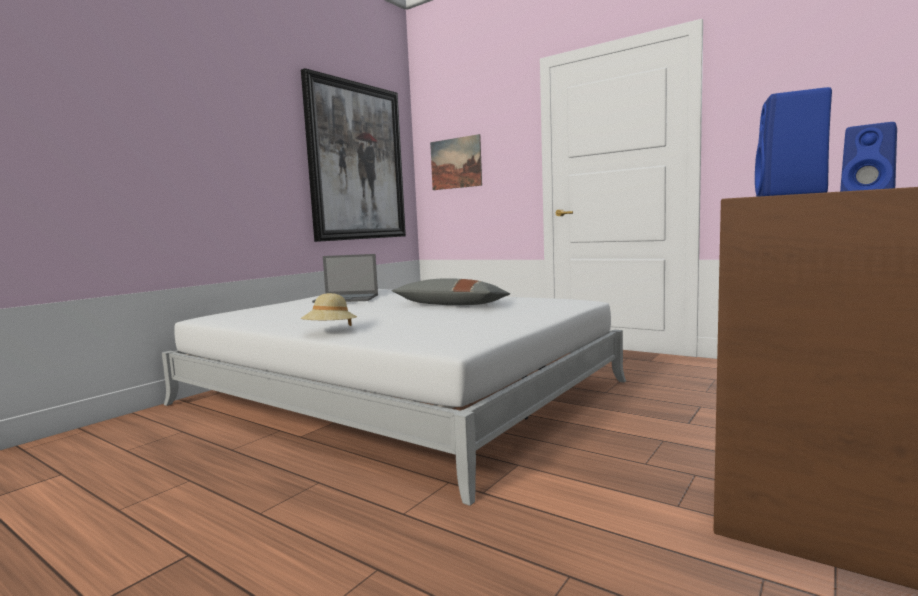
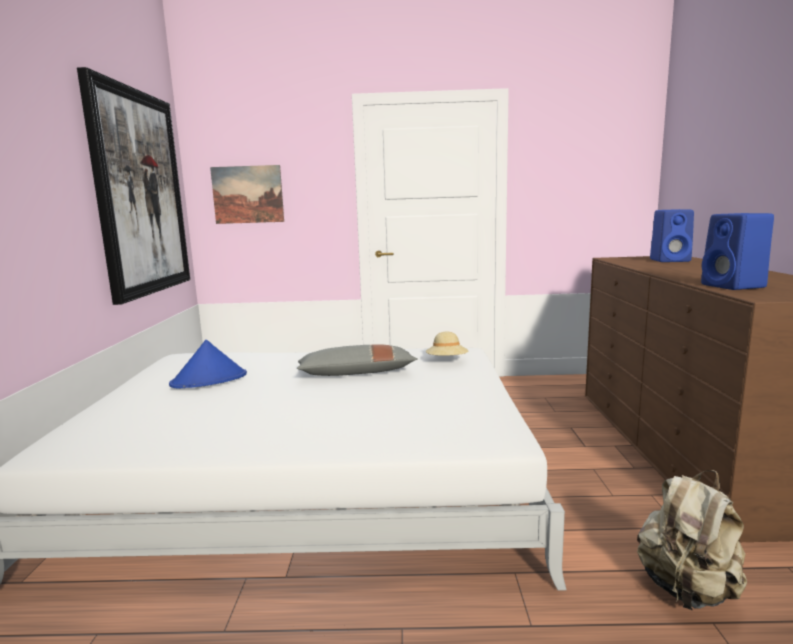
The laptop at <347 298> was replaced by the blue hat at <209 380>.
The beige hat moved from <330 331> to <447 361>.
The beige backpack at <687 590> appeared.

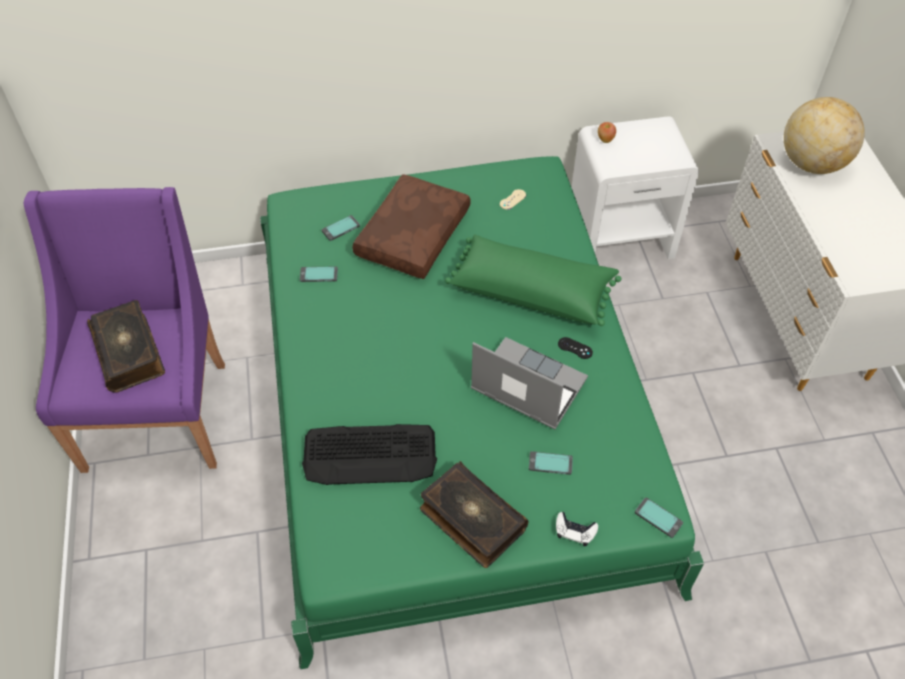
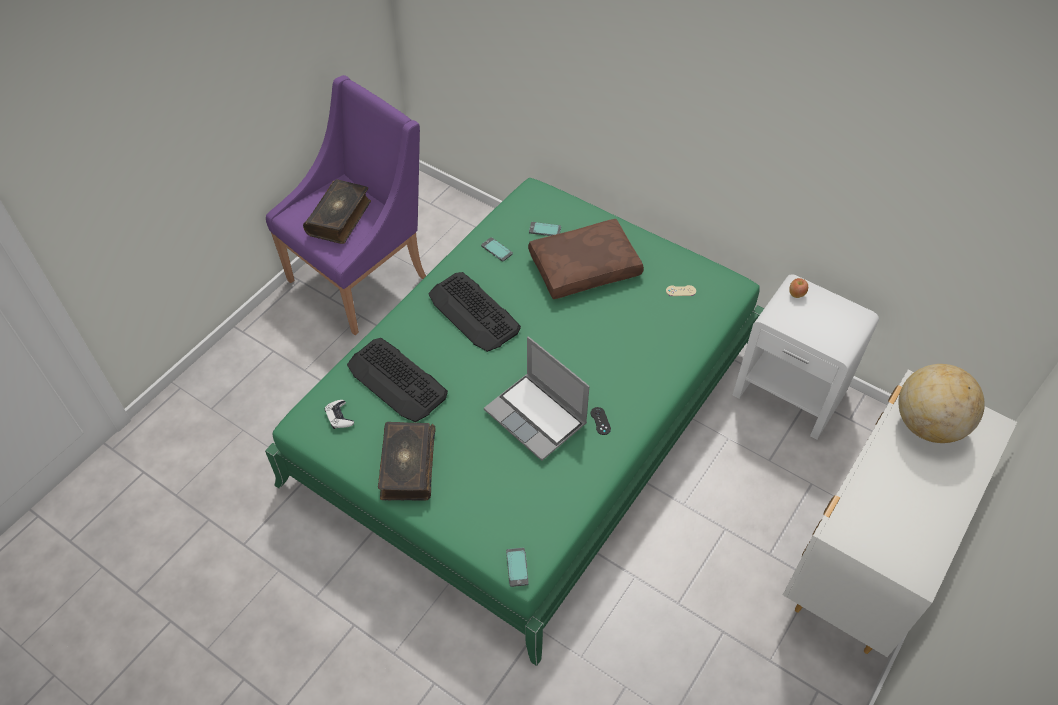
The white game controller moved from <575 531> to <339 417>.
The keyboard at <474 312> appeared.
The laptop at <526 385> turned 150 degrees clockwise.
The green pillow at <532 291> disappeared.
The phone at <550 464> disappeared.

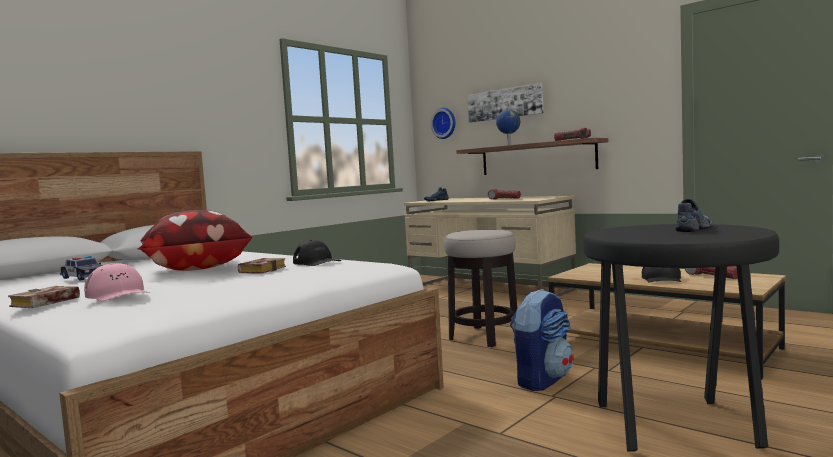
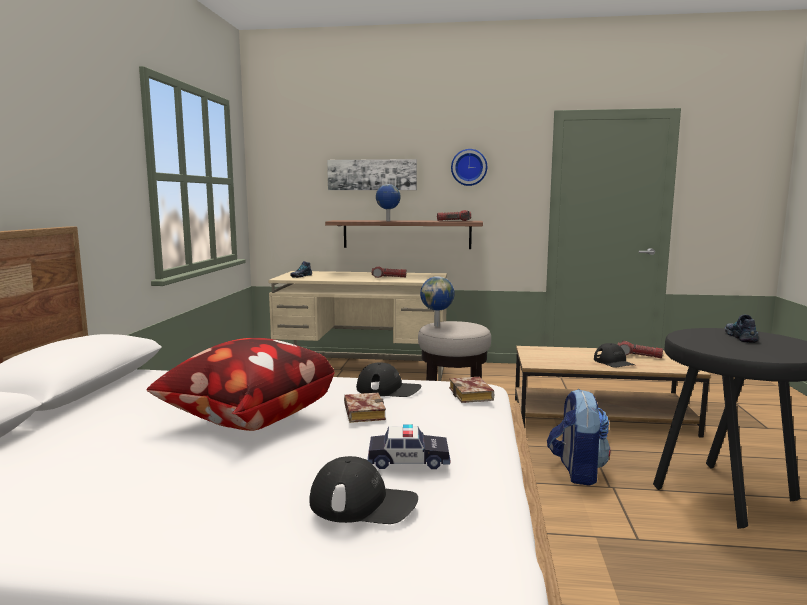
The pink cap at <118 294> became the black cap at <363 503>.
The toy car moved from <84 277> to <408 460>.
The globe at <437 325> appeared.
The book moved from <44 303> to <473 395>.
The wall clock moved from <444 123> to <469 167>.

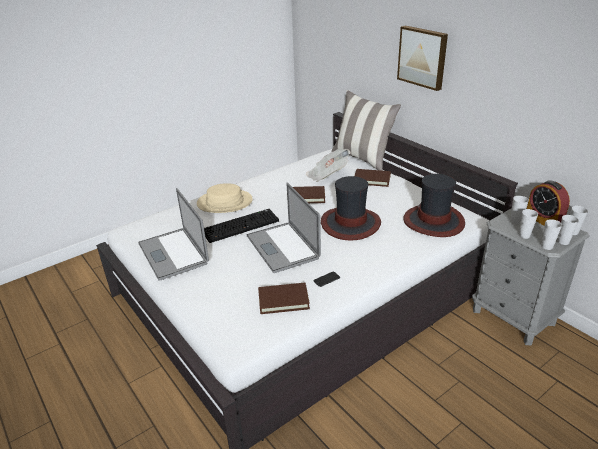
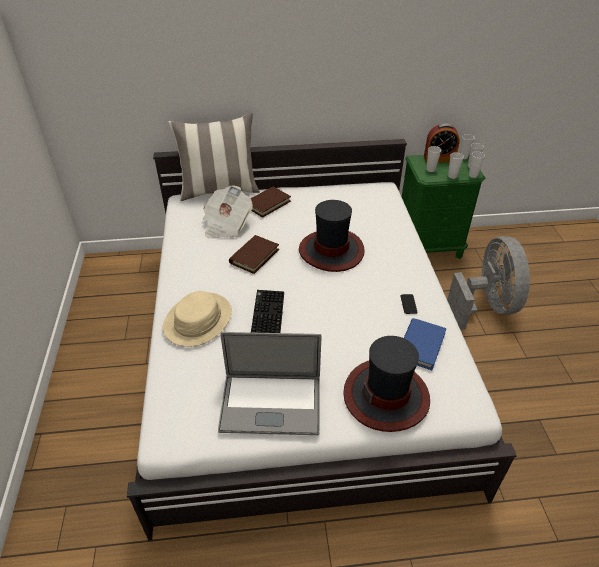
The hat moved from <434 221> to <386 395>.
The grey nightstand at <513 317> became the green nightstand at <429 247>.
The brown book at <283 300> became the blue book at <421 345>.
The grey fan at <486 306> appeared.
The laptop at <282 247> disappeared.
The picture at <423 57> disappeared.

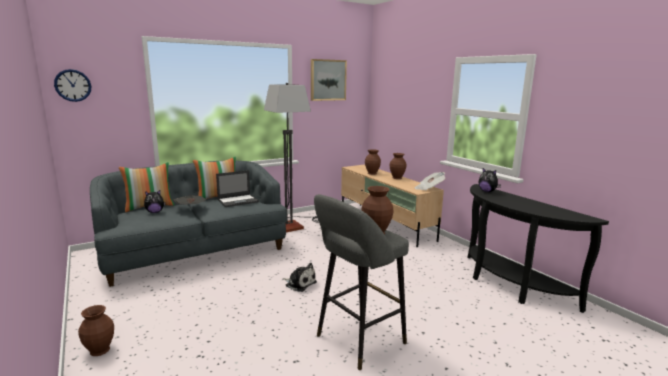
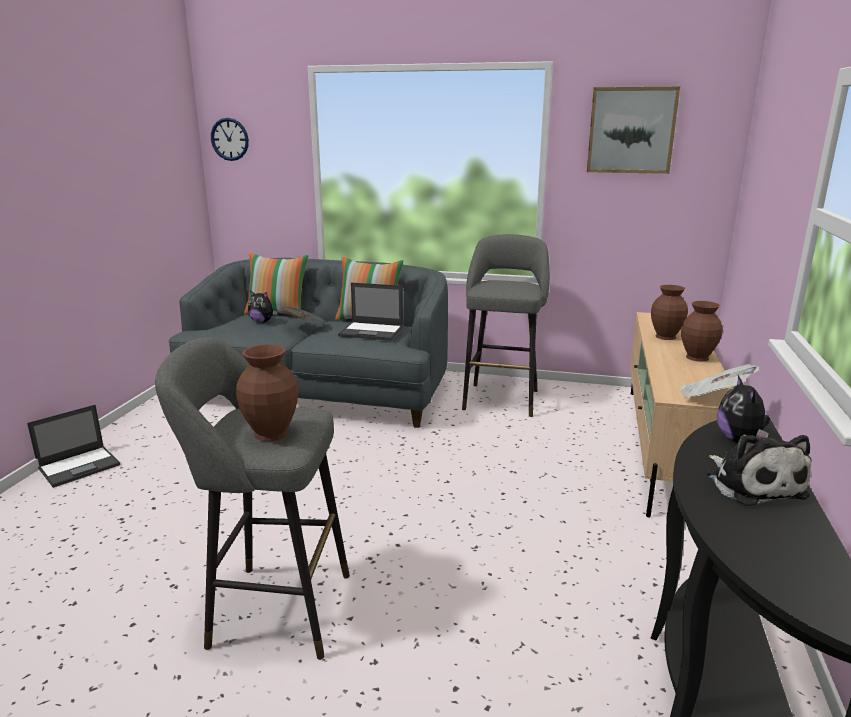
The brown vase at <99 350> was replaced by the laptop at <80 466>.
The floor lamp at <295 225> was replaced by the grey stool at <501 398>.
The plush toy moved from <299 283> to <752 484>.

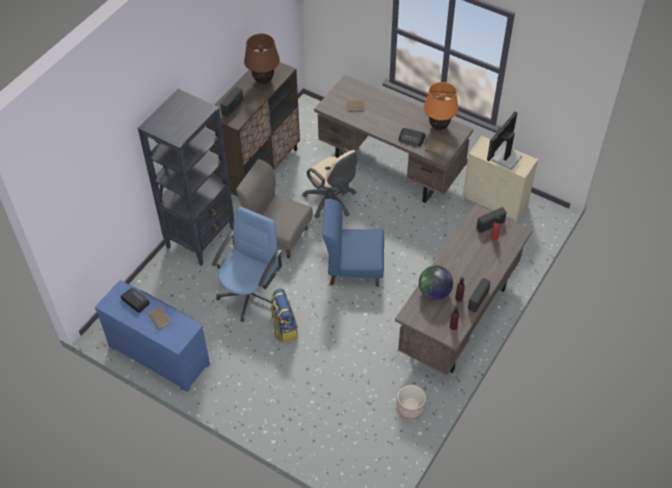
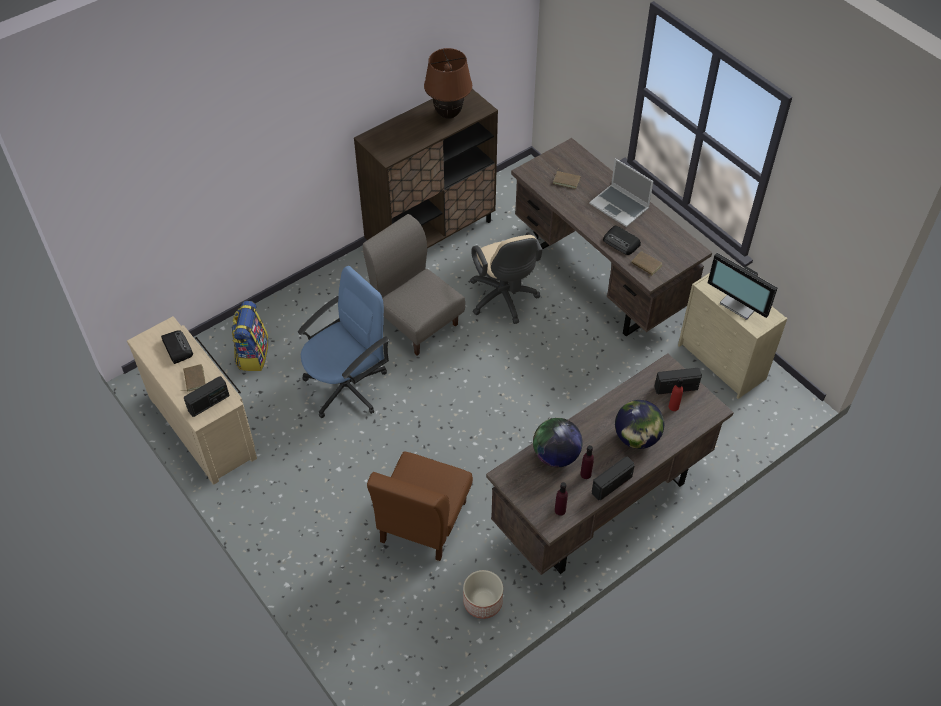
The blue dresser at <160 353> became the beige dresser at <205 425>.
The radio moved from <233 107> to <209 403>.
The backpack moved from <284 328> to <252 354>.
The brown chair at <422 522> appeared.
The laptop at <620 206> appeared.
The globe at <636 438> appeared.
The monitor at <505 158> turned 105 degrees counterclockwise.
The black bookcase at <201 237> disappeared.
The blue chair at <353 268> disappeared.
The orange table lamp at <438 127> disappeared.

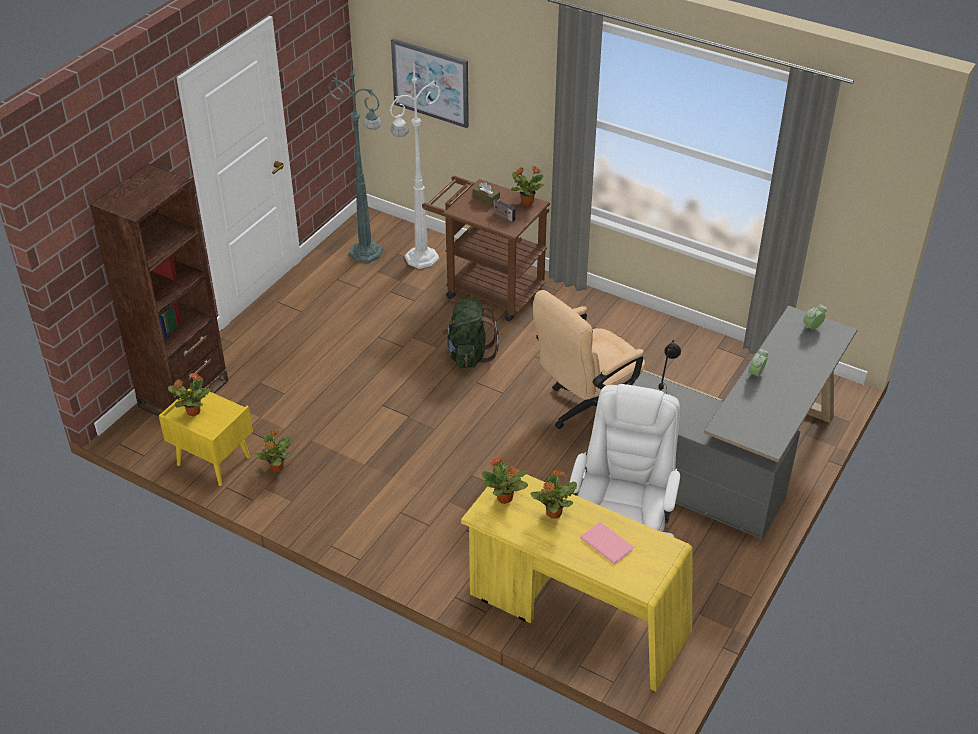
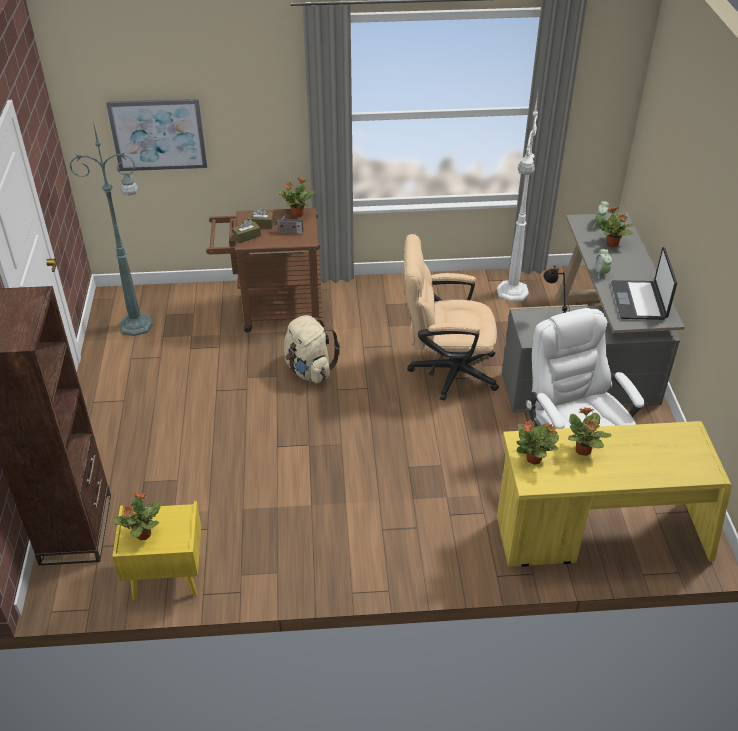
The brown tissue box at <247 236> appeared.
The green backpack at <468 354> became the beige backpack at <309 370>.
The beige office chair at <587 410> turned 75 degrees clockwise.
The white floor lamp moved from <420 258> to <512 292>.
The potted plant moved from <276 468> to <612 244>.
The laptop at <639 301> appeared.
The pink book at <606 542> disappeared.

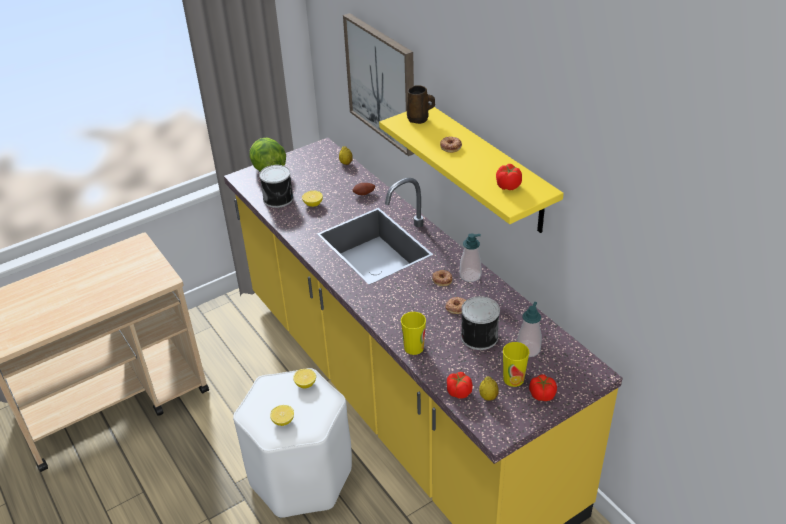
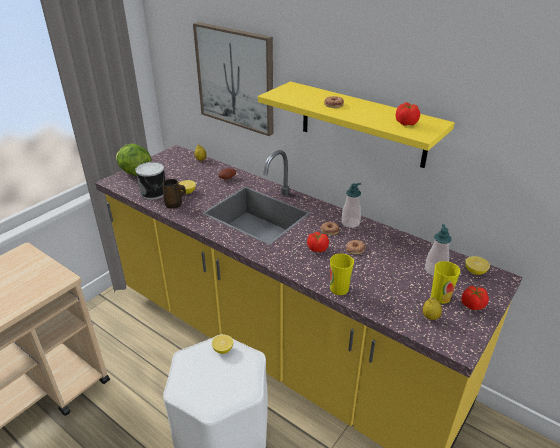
The brown mug moved from <419 119> to <174 205>.
The tomato moved from <459 392> to <317 248>.
The lemon moved from <283 421> to <475 271>.
The can at <478 336> disappeared.

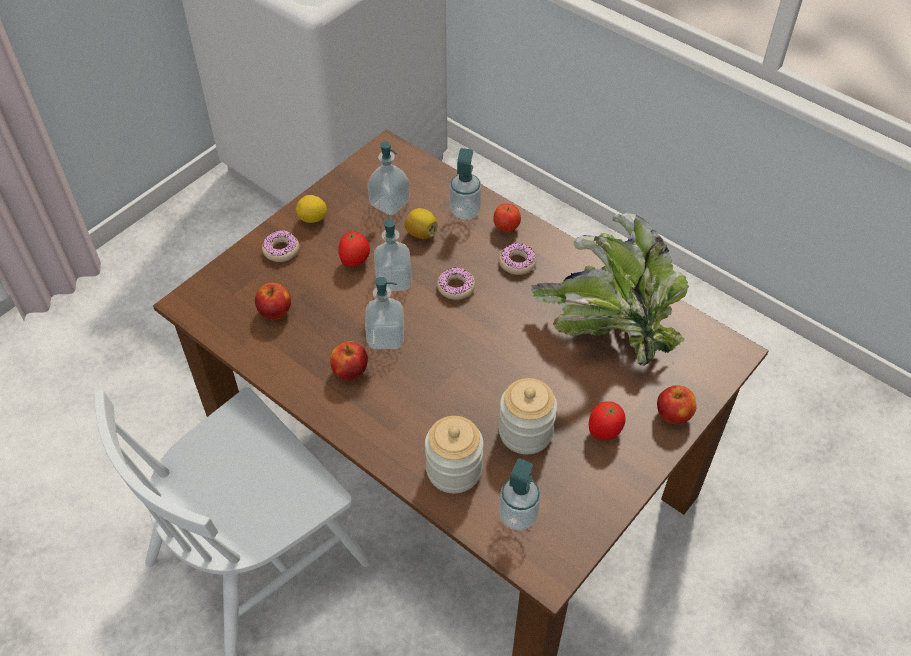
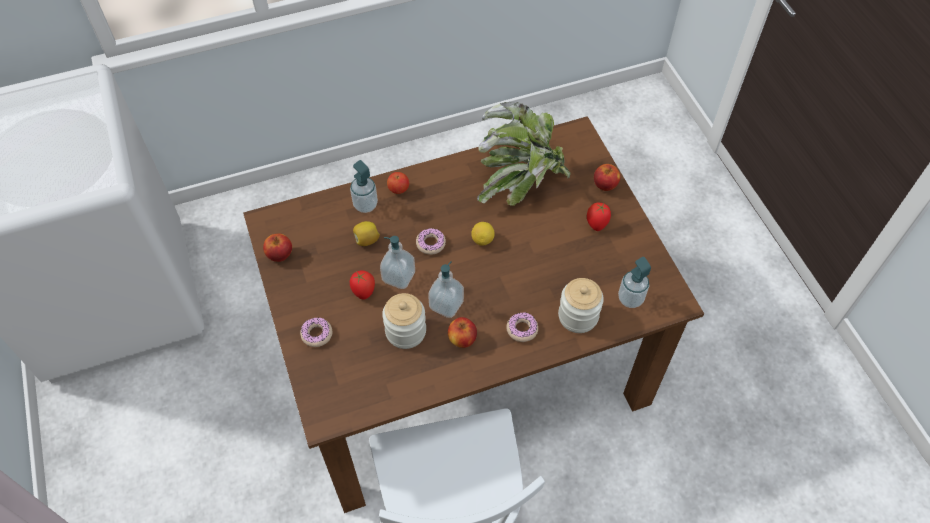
The apple moved from <275 312> to <280 255>.
The jar moved from <525 432> to <405 331>.
The lemon moved from <313 219> to <482 240>.
The donut moved from <517 263> to <522 329>.
The soap dispenser at <389 203> disappeared.

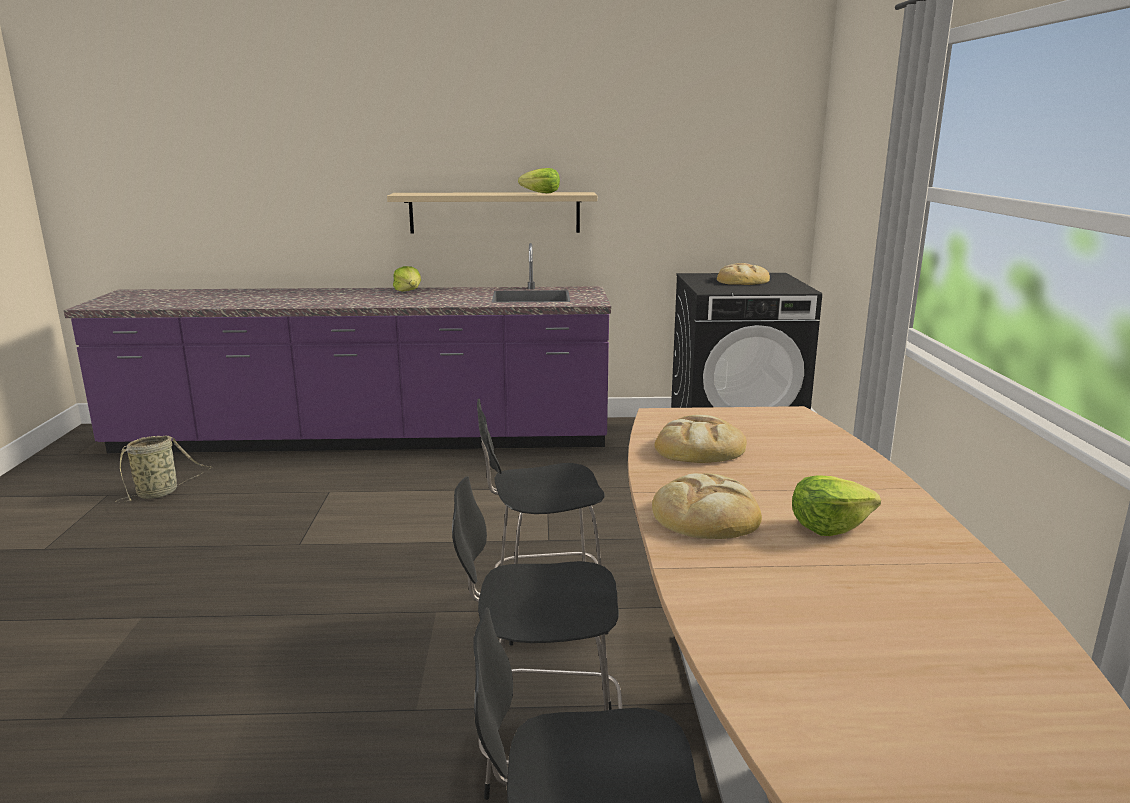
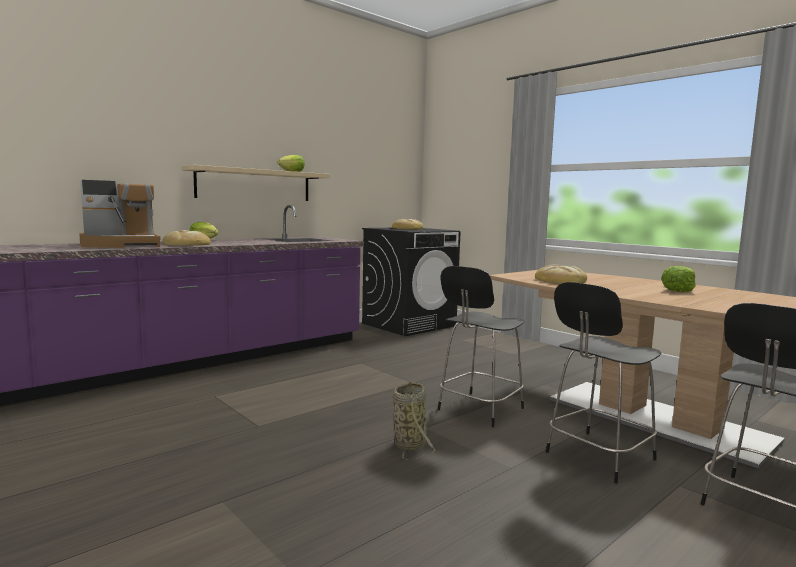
The coffee machine at <121 245> appeared.
The bread moved from <706 514> to <187 244>.
The basket moved from <160 493> to <409 443>.

